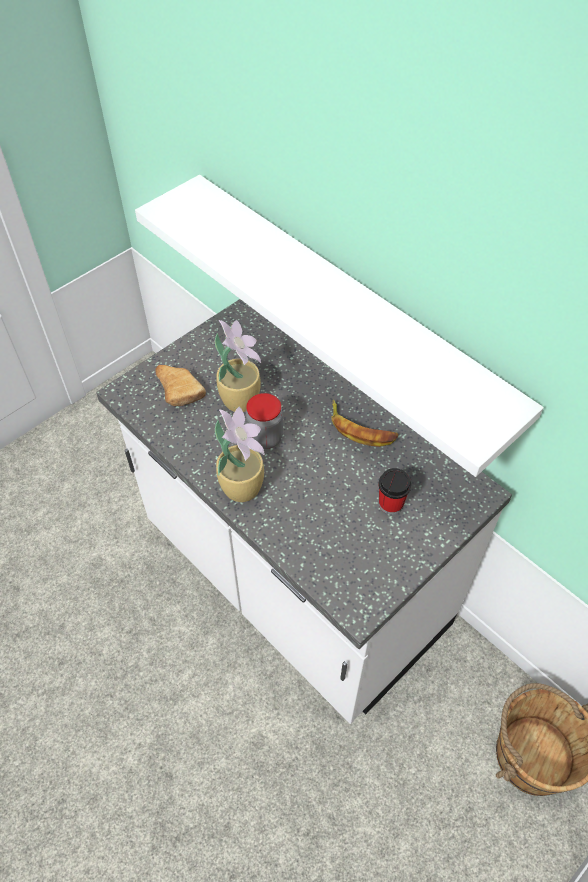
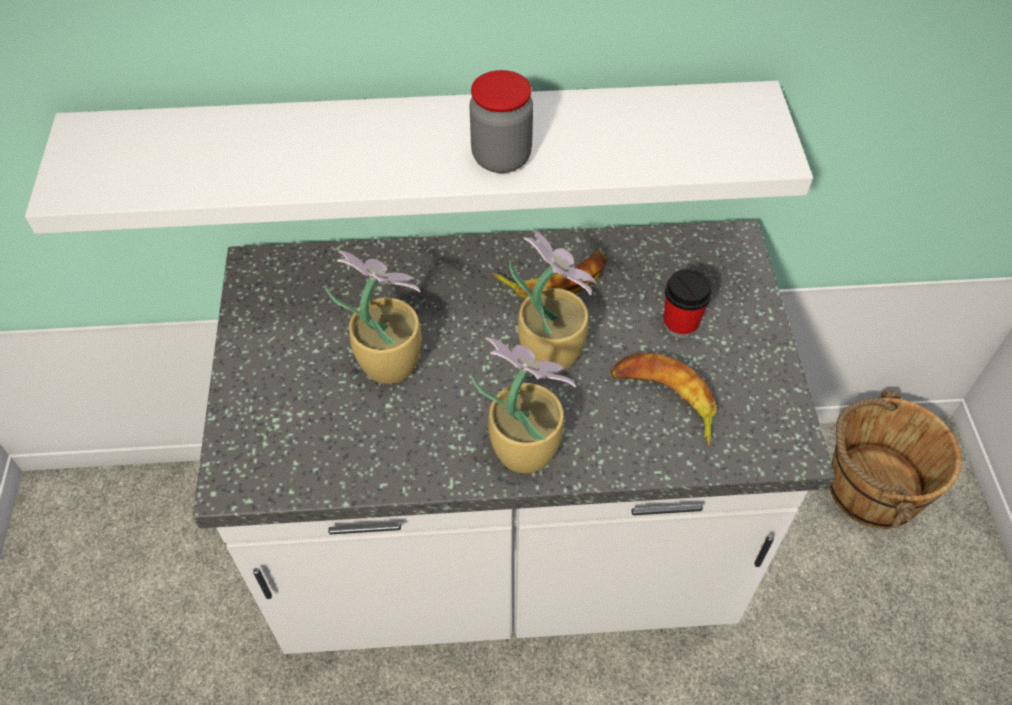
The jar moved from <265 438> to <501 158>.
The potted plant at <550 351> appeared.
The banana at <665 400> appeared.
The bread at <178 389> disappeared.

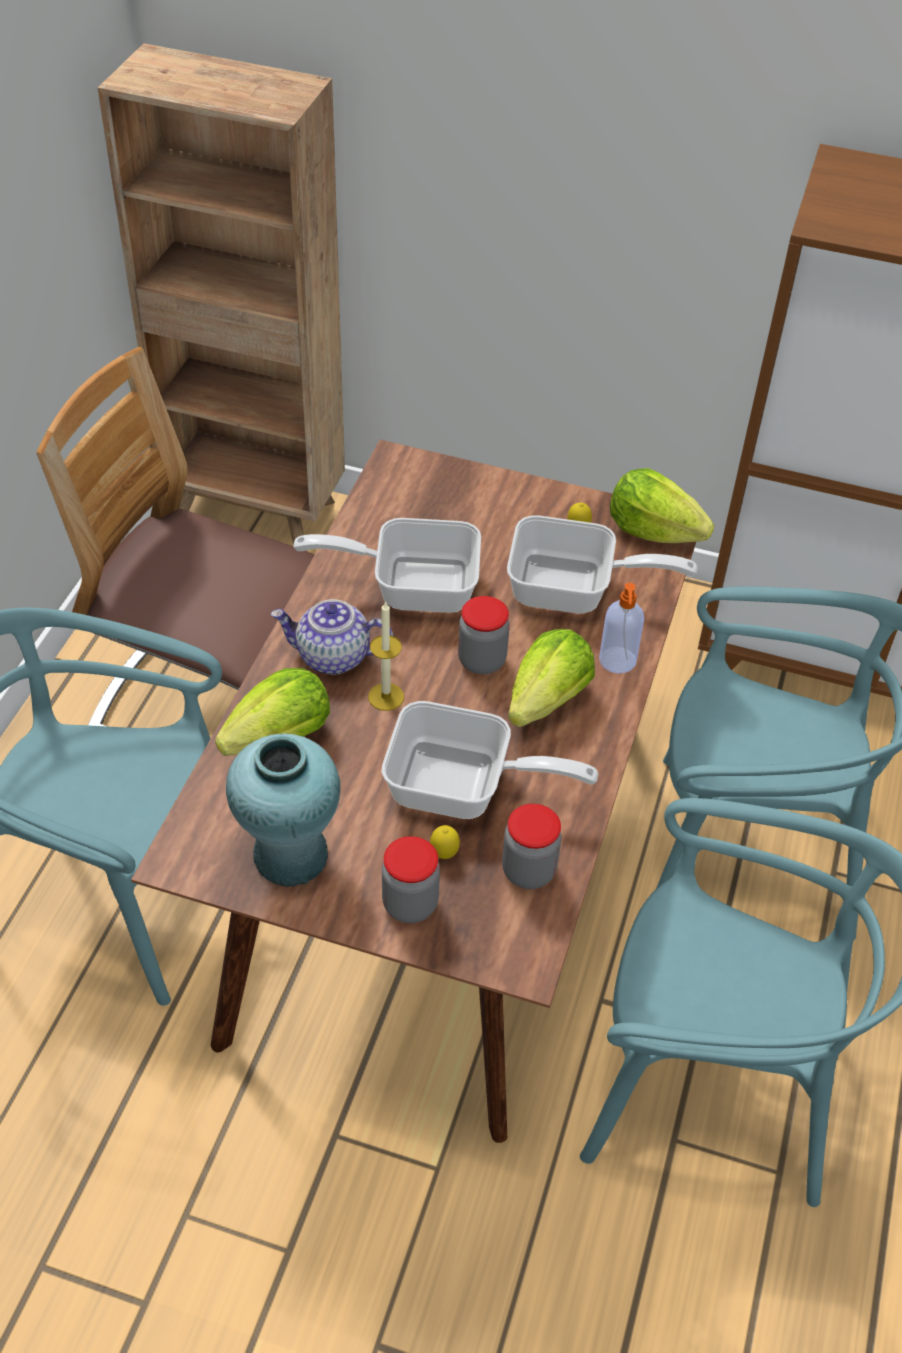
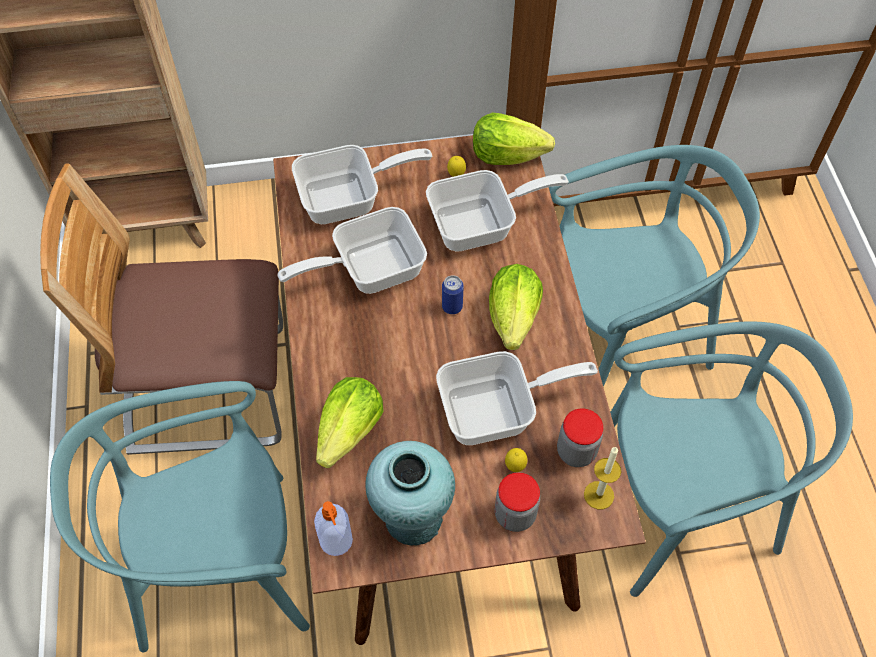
The frying pan at <350 199> appeared.
The soap dispenser moved from <617 661> to <336 541>.
The jar at <482 661> was replaced by the can at <452 307>.
The candle moved from <386 697> to <598 495>.
The teapot at <332 657> disappeared.

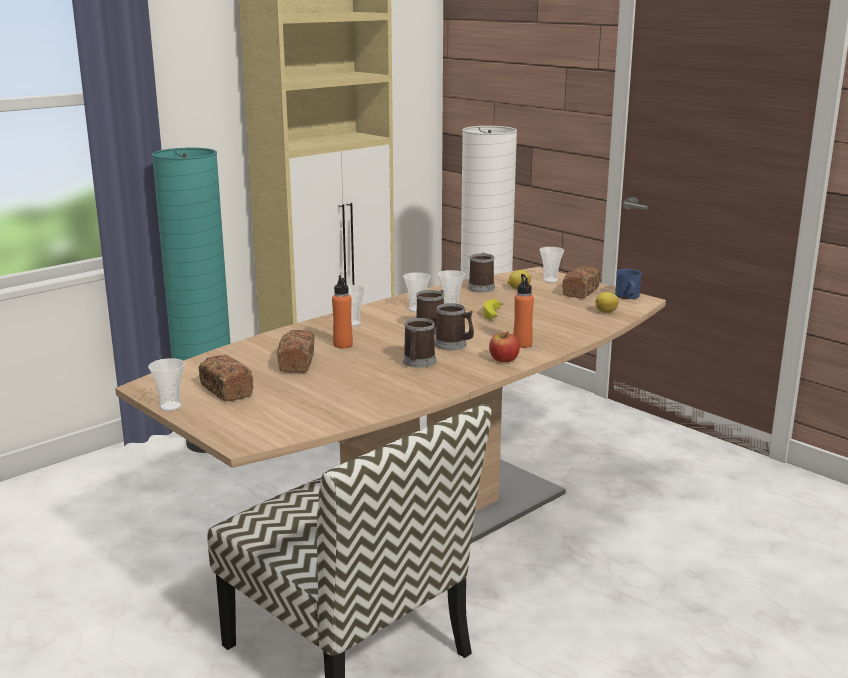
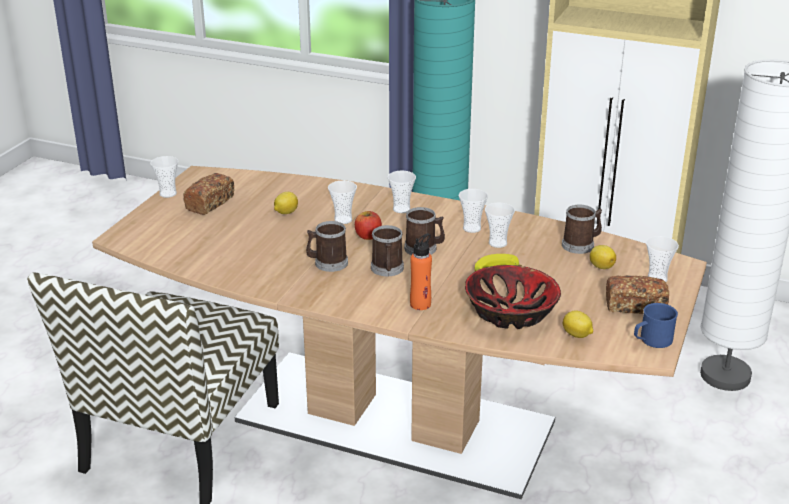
The bread at <296 363> was replaced by the lemon at <285 212>.
The orange bottle at <343 345> was replaced by the cup at <343 220>.
The apple moved from <503 359> to <368 236>.
The bowl at <511 313> appeared.

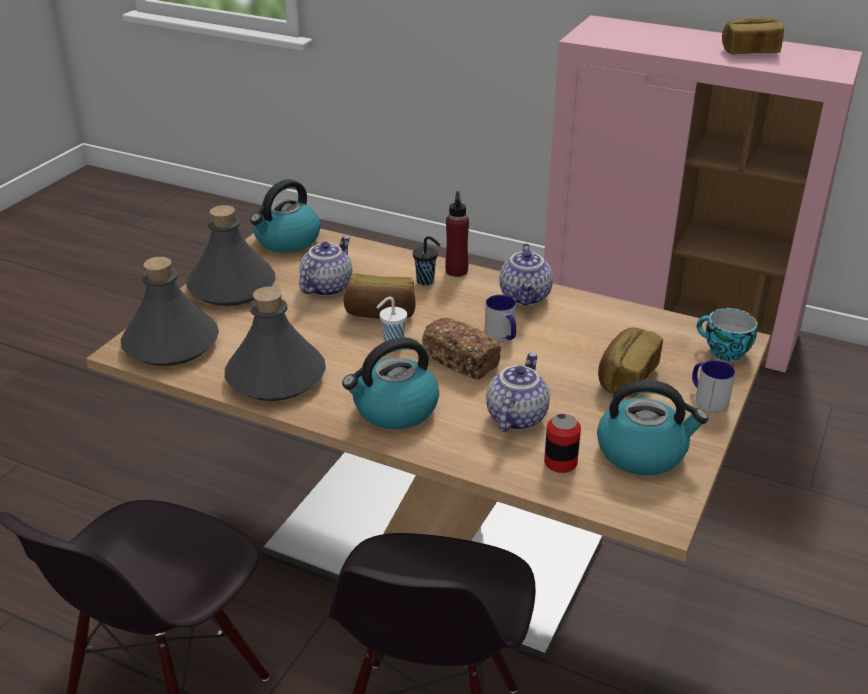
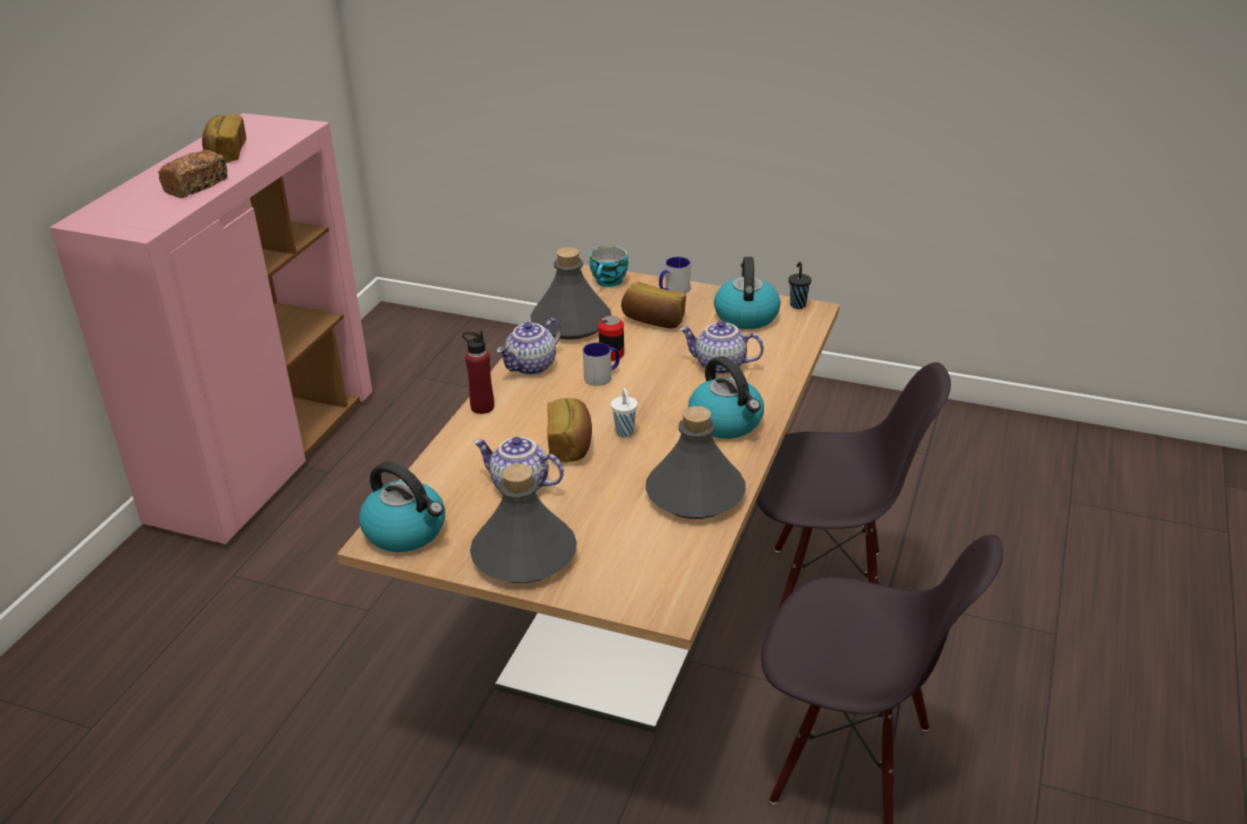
The bread moved from <461 361> to <196 186>.
The teapot at <526 297> turned 135 degrees clockwise.
The grey bottle moved from <170 344> to <571 323>.
The can moved from <560 462> to <611 354>.
The black cup moved from <426 281> to <797 304>.

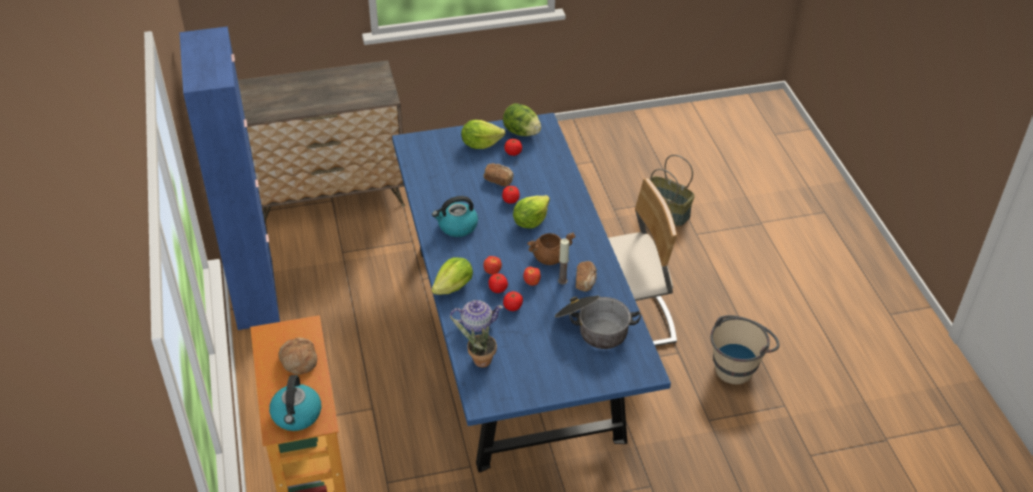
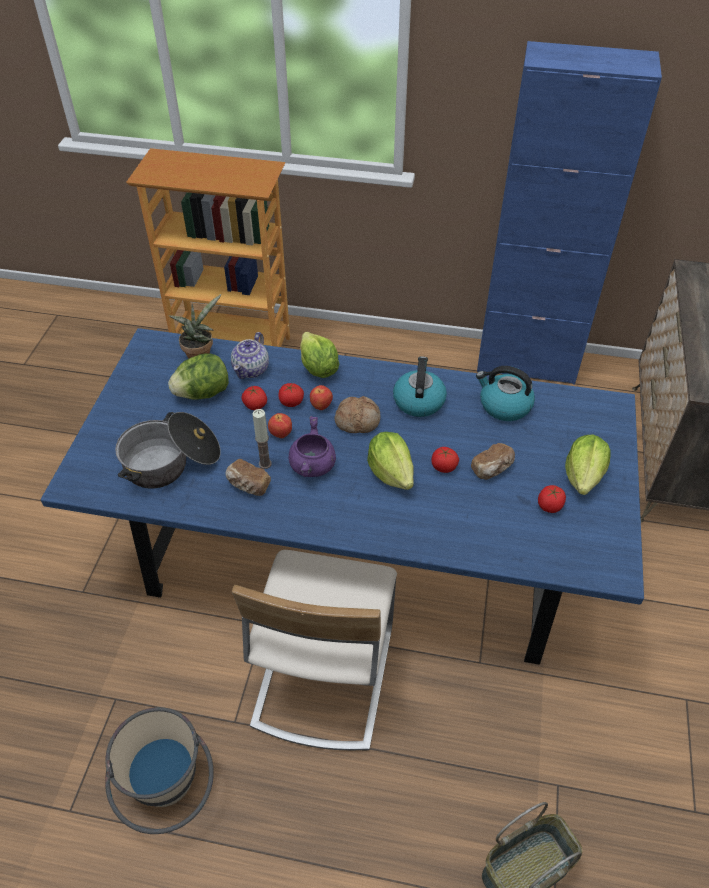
The lettuce moved from <521 132> to <203 393>.
The brown cooking pot at <549 257> became the purple cooking pot at <313 467>.
The bread moved from <298 361> to <358 420>.
The kettle moved from <297 415> to <504 405>.

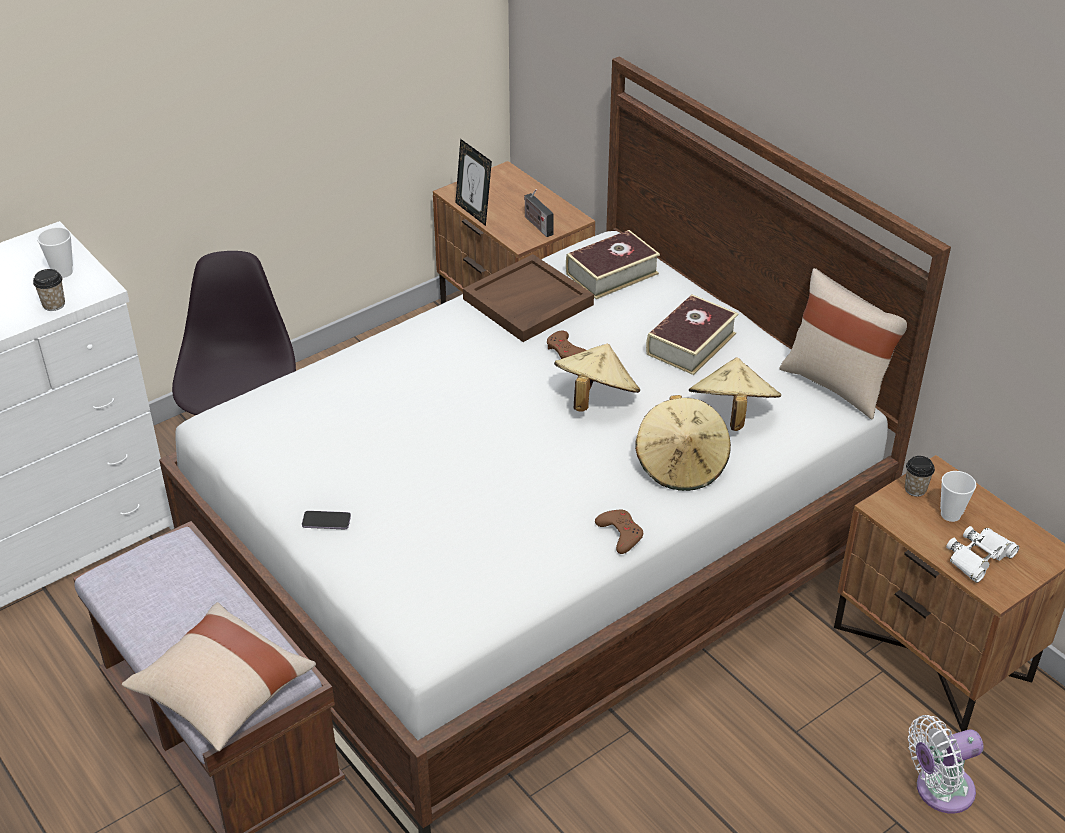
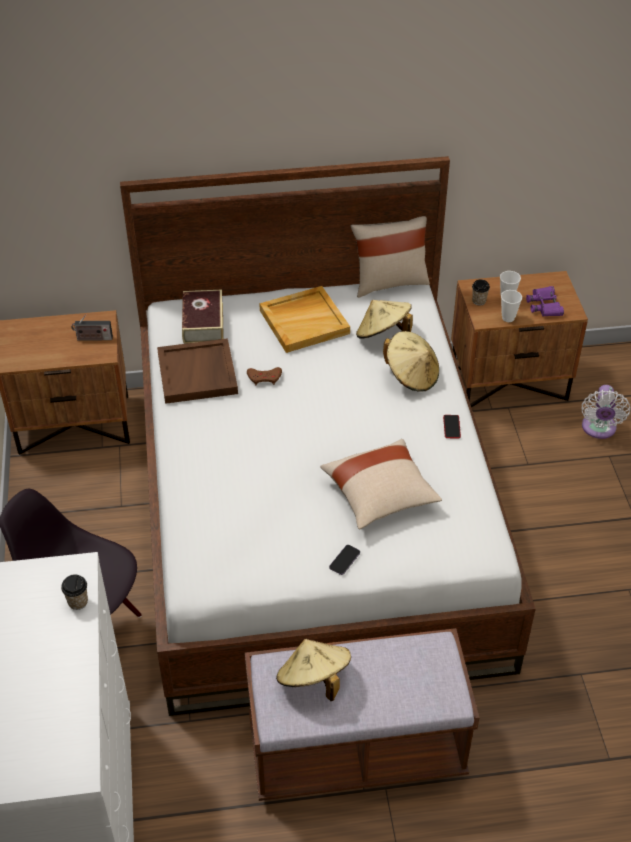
The book at <691 344> was replaced by the beige tray at <304 321>.
The beige hat moved from <595 398> to <314 680>.
The beige pillow moved from <223 692> to <380 495>.
The brown game controller at <620 534> was replaced by the phone at <451 427>.
The cup moved from <63 272> to <508 318>.
The white binoculars at <979 557> became the purple binoculars at <544 305>.
The picture frame at <474 212> disappeared.

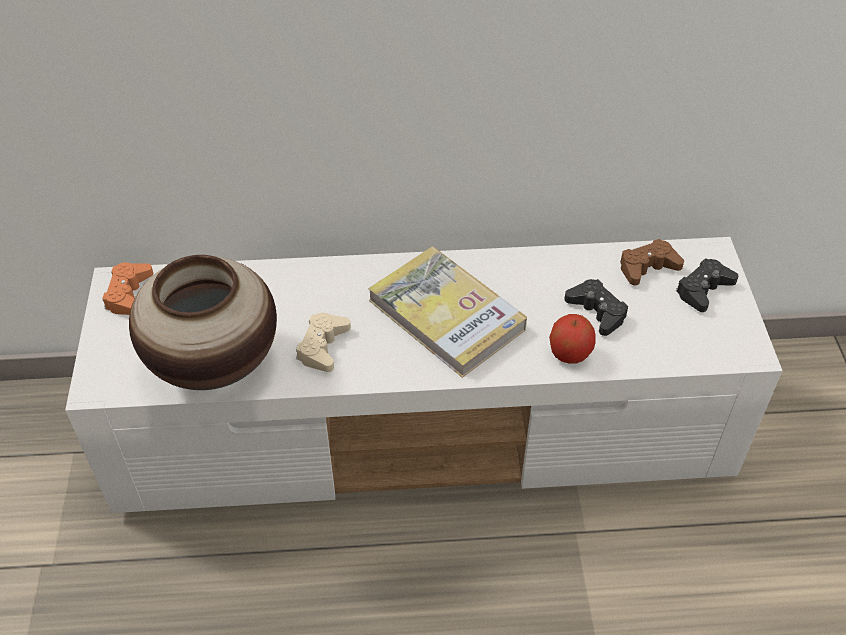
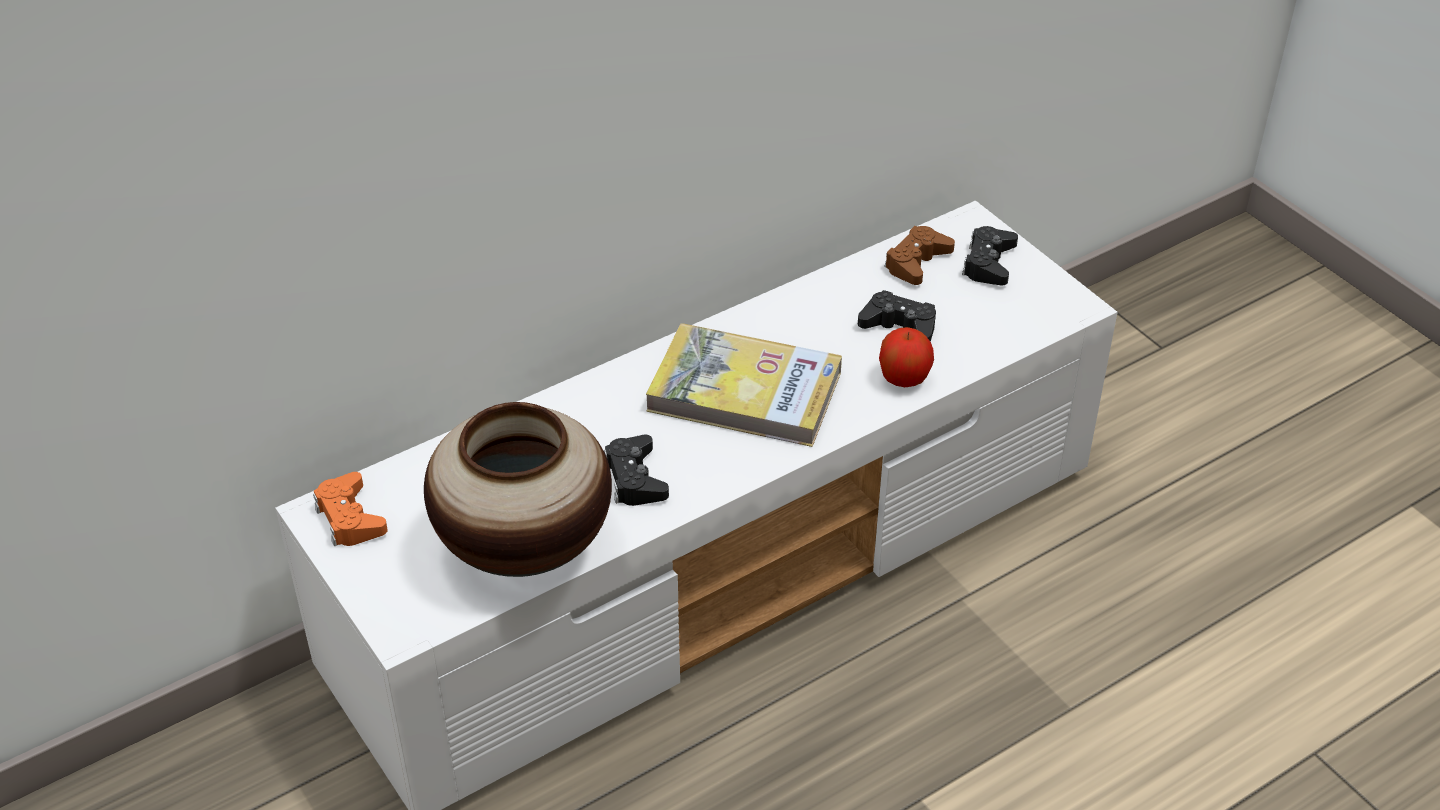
The beige game controller at <323 347> became the black game controller at <635 478>.

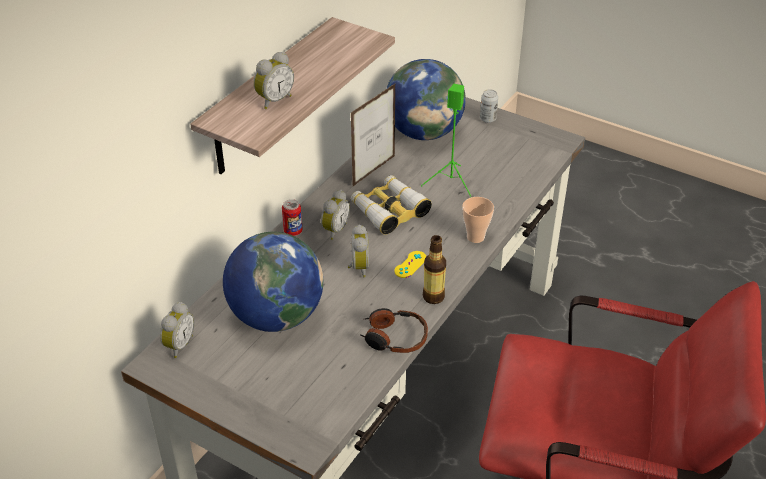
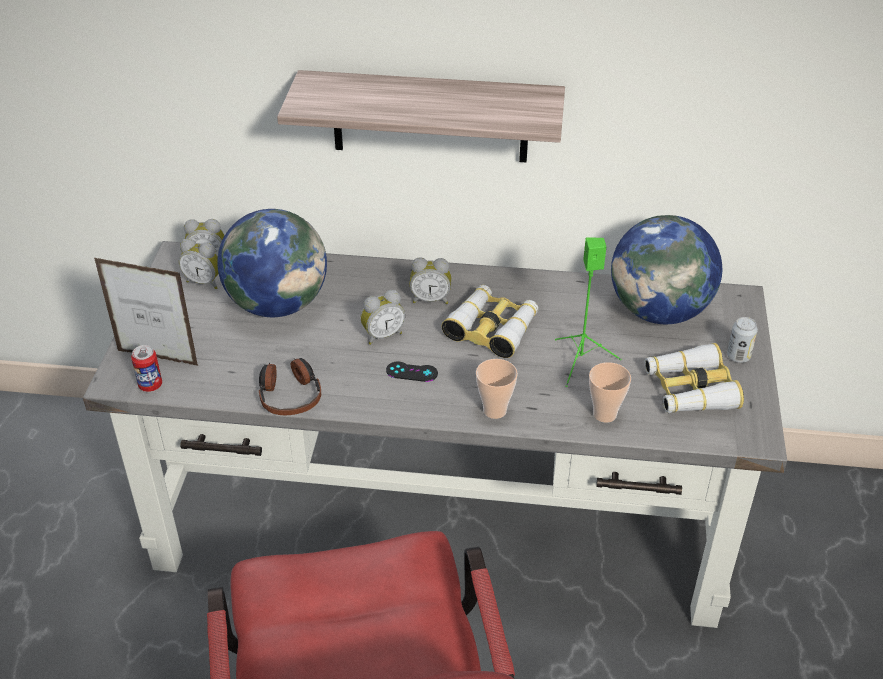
The picture frame moved from <374 171> to <158 358>.
The can moved from <293 231> to <150 385>.
The alarm clock moved from <274 100> to <205 282>.
The yellow game controller at <410 264> became the black game controller at <412 372>.
The cup at <604 414> appeared.
The binoculars at <690 390> appeared.
The bottle at <433 297> disappeared.

